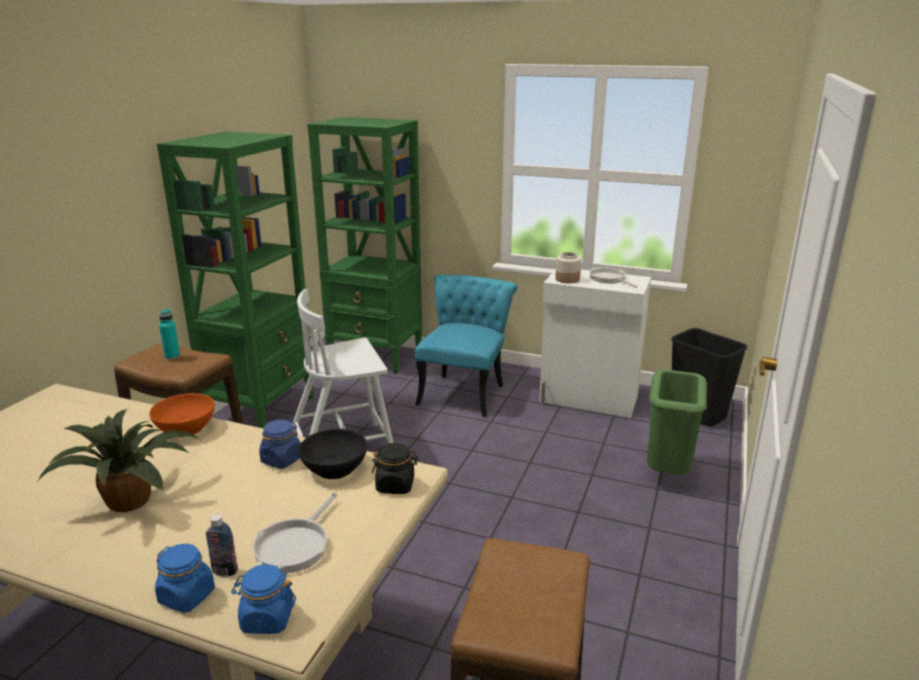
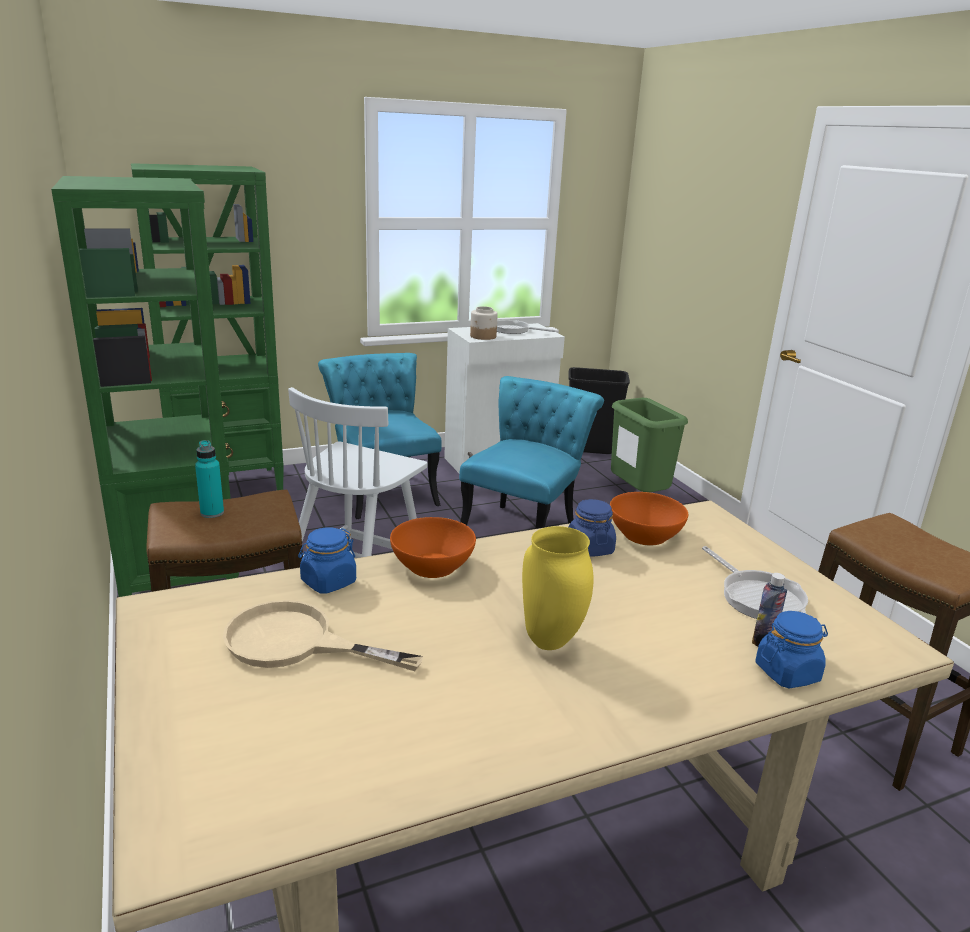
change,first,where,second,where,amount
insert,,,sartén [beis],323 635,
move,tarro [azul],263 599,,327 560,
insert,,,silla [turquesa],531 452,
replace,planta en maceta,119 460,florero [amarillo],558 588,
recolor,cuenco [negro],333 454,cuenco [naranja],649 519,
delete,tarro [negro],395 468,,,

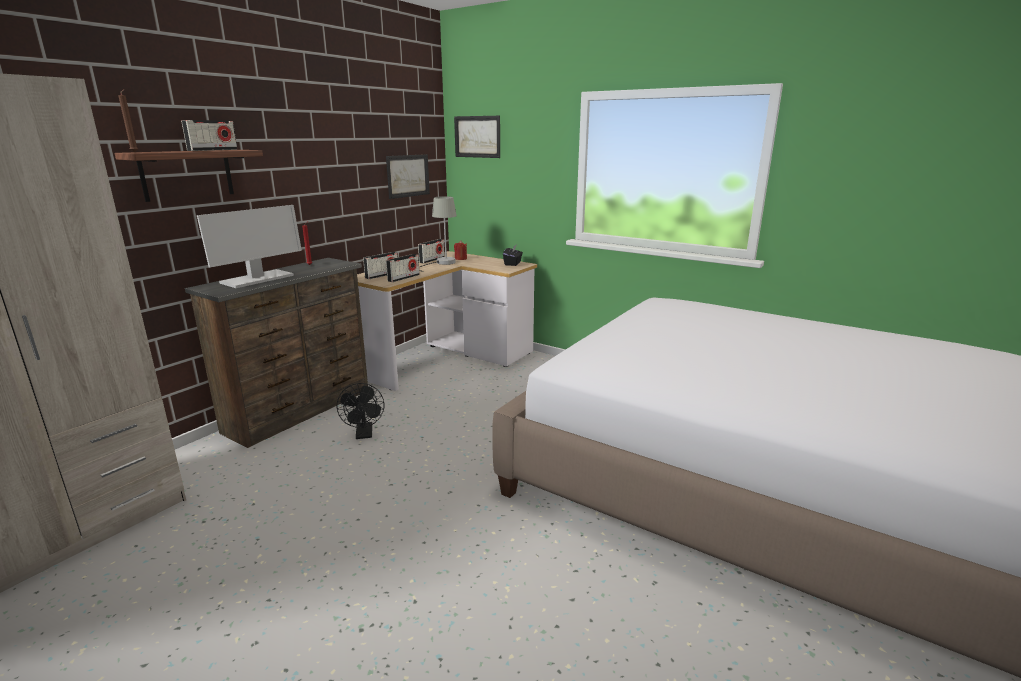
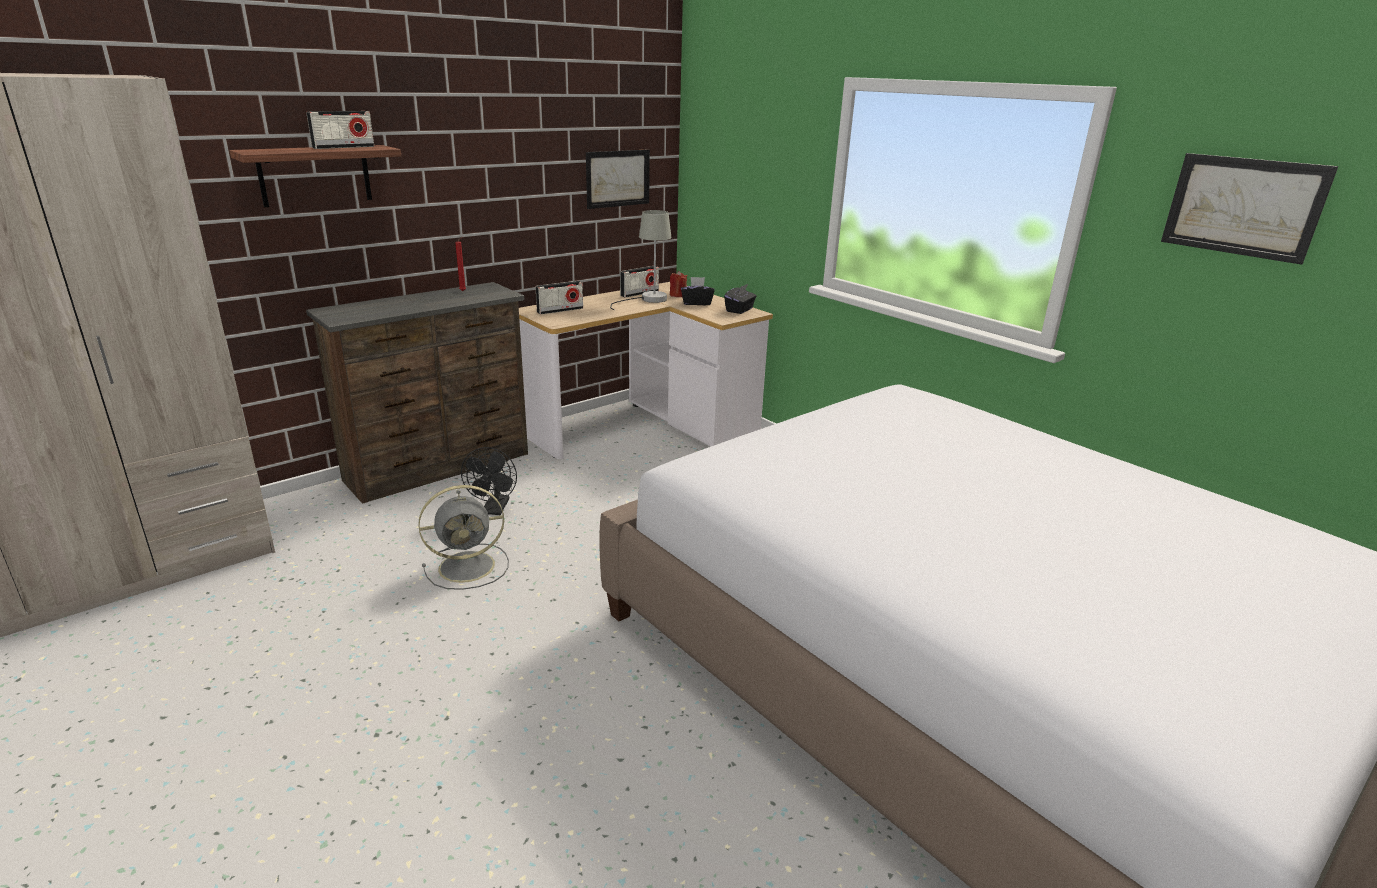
change,first,where,second,where,amount
insert,,,ventilador [gris],463 537,
insert,,,caja de pañuelos [negro],698 291,
move,cuadro,477 137,,1249 209,
delete,vela [marrón],128 120,,,
delete,monitor,249 246,,,
delete,radio,403 268,,,

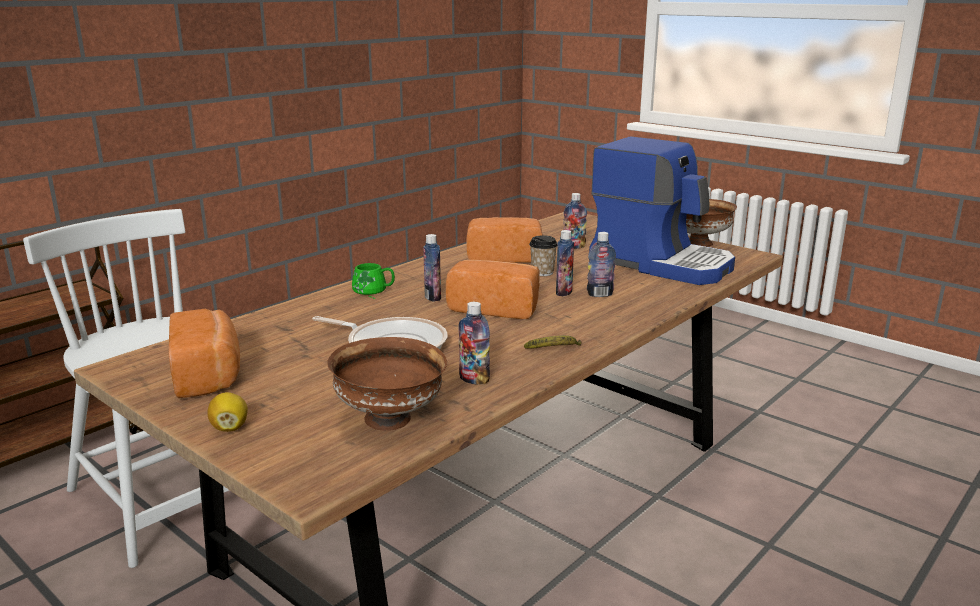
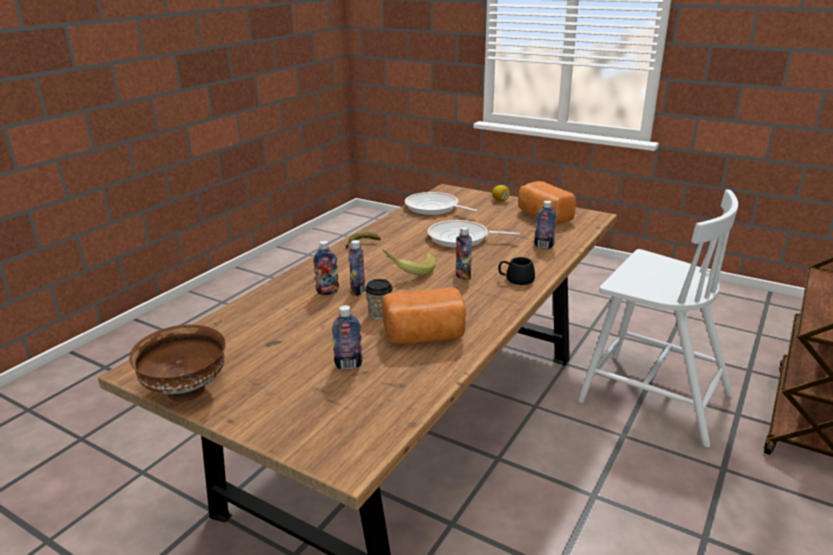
change,first,where,second,where,amount
replace,pan,493 289,plátano,409 262,
replace,cuenco [marrón],387 384,sartén,441 203,
recolor,taza grande [verde],373 280,taza grande [negro],516 271,
move,botella,474 343,,545 224,
delete,cafetera,662 211,,,

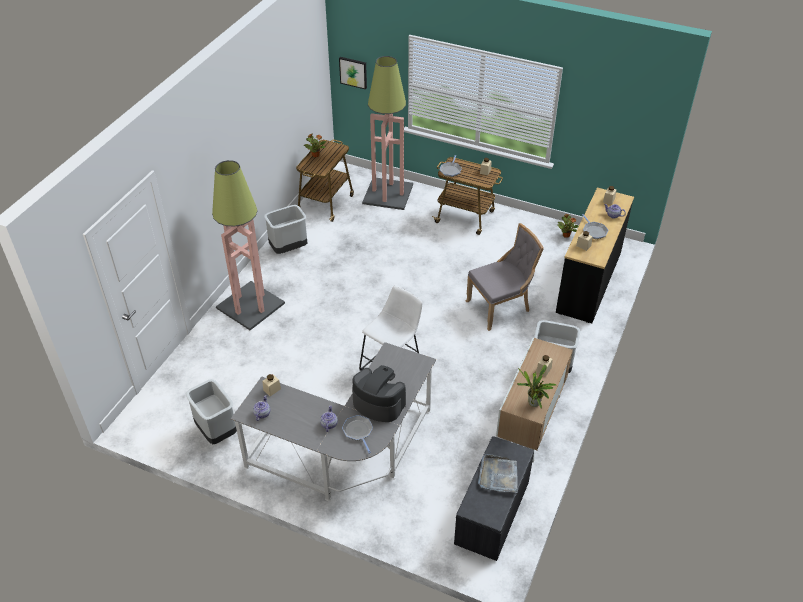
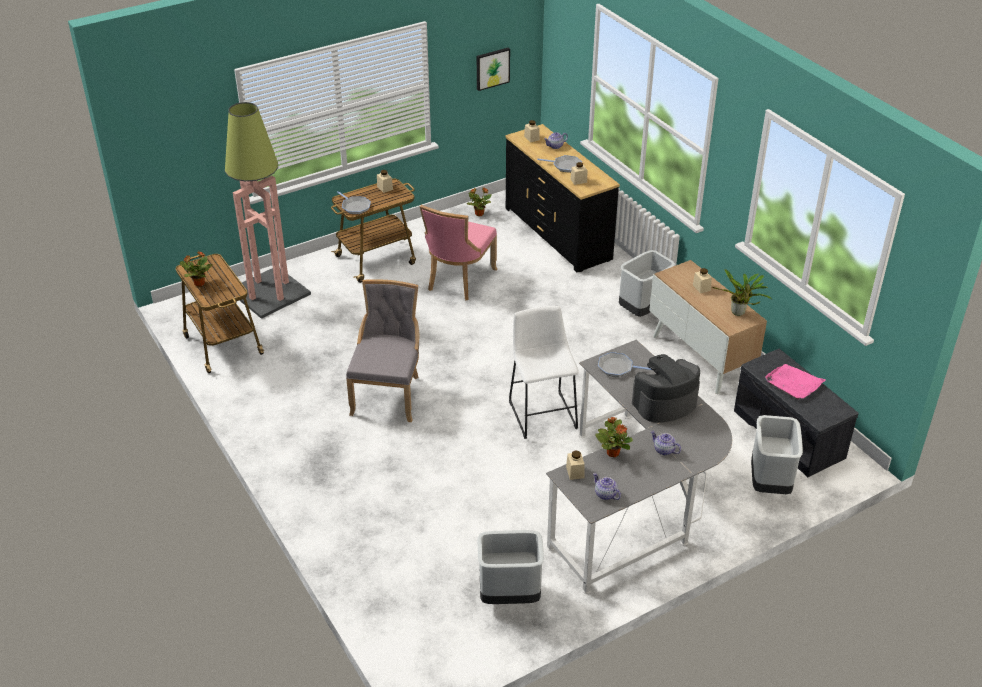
change,first,where,second,where,amount
move,silla [gris],505 277,,383 351,
insert,,,silla [rosa],458 252,
move,cuadro,353 73,,493 69,
insert,,,planta en maceta,614 437,
move,sartén,357 434,,625 364,
move,papelera [gris],285 229,,777 454,
recolor,bandeja [gris],497 473,bandeja [rosa],795 381,
delete,lámpara de pie,248 245,,,

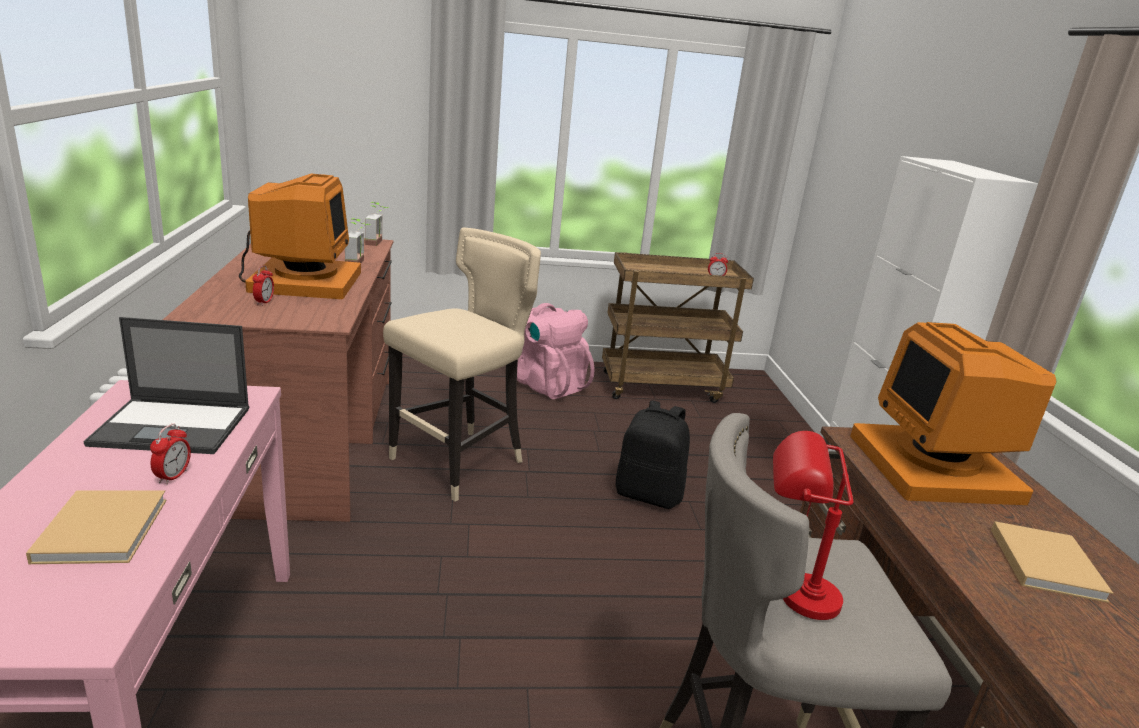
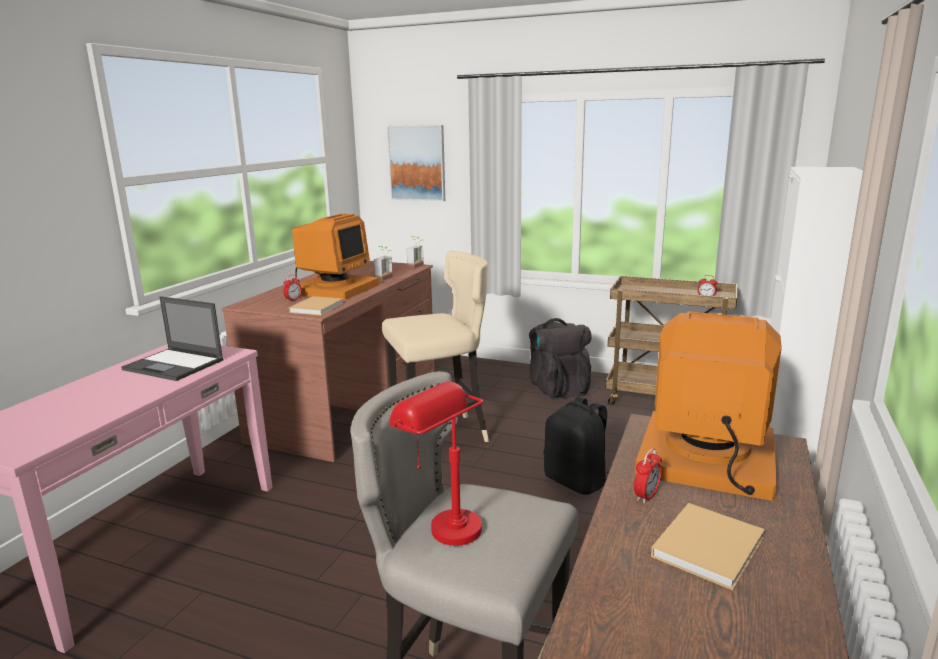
change,first,where,second,where,amount
move,libro [beis],96 527,,316 306,
insert,,,cuadro,416 163,
recolor,mochila [rosa],556 351,mochila [negro],560 359,
move,despertador,170 454,,648 476,
rotate,monitor,953 413,,708 406,90 degrees clockwise

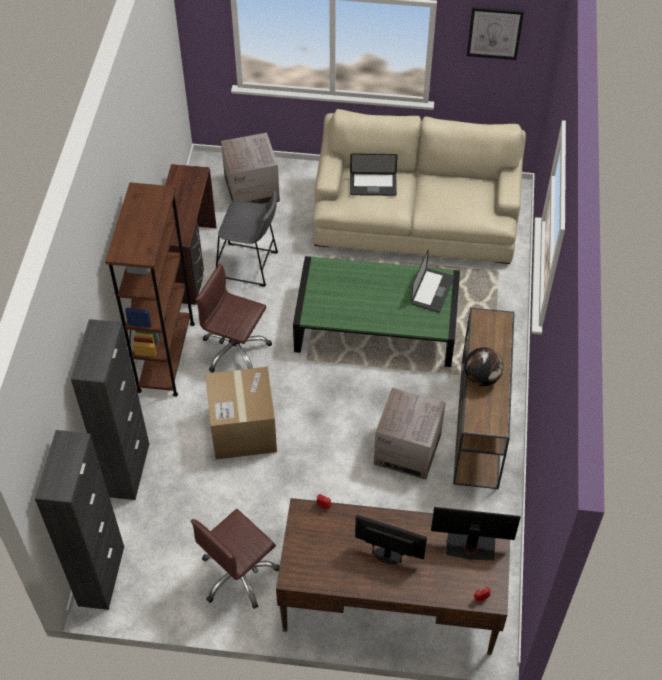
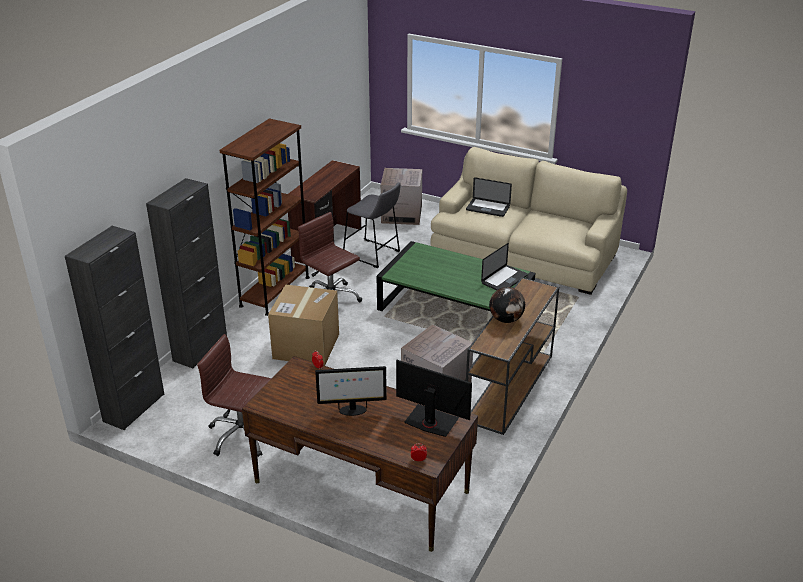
change,first,where,second,where,amount
rotate,silla de oficina [marrón],235 559,,234 395,45 degrees clockwise
rotate,monitor,391 539,,351 391,135 degrees clockwise
delete,cuadro,495 33,,,

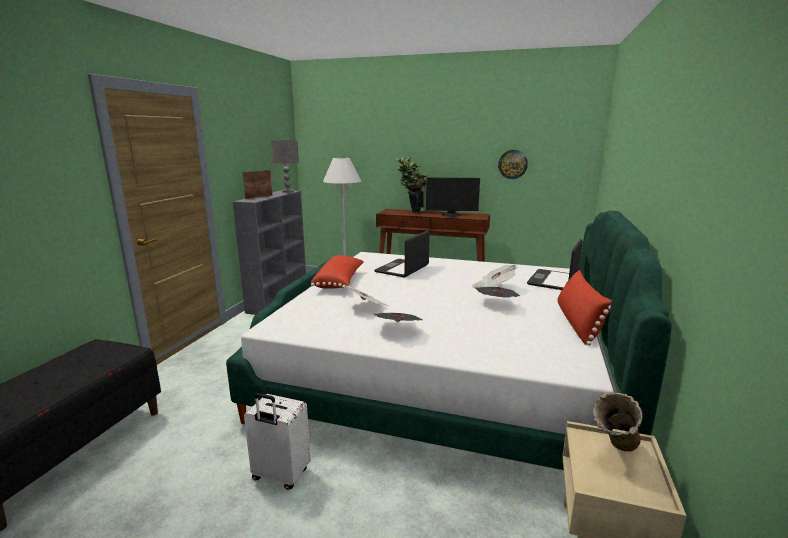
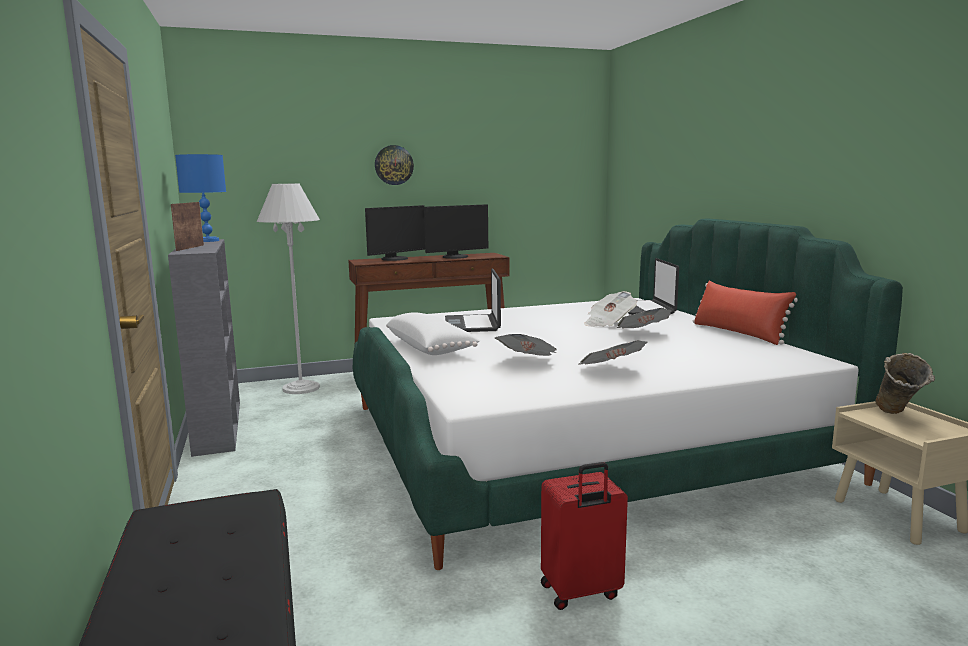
change,first,where,second,where,amount
recolor,lámpara de mesa [gris],285 167,lámpara de mesa [azul],200 198,
replace,planta en maceta,411 185,monitor,395 233,
move,reloj de pared,513 164,,394 165,
recolor,cojín [rojo],337 272,cojín [blanco],433 333,
recolor,maleta [blanco],277 441,maleta [rojo],584 536,

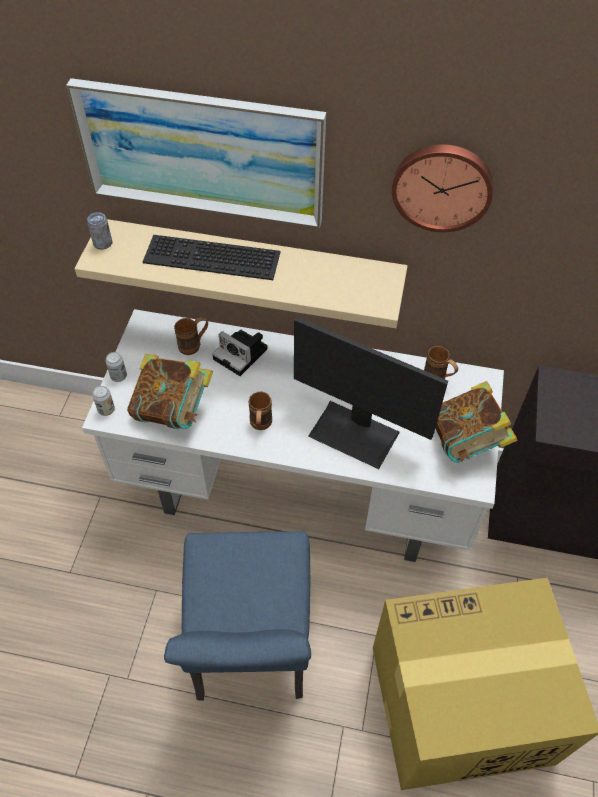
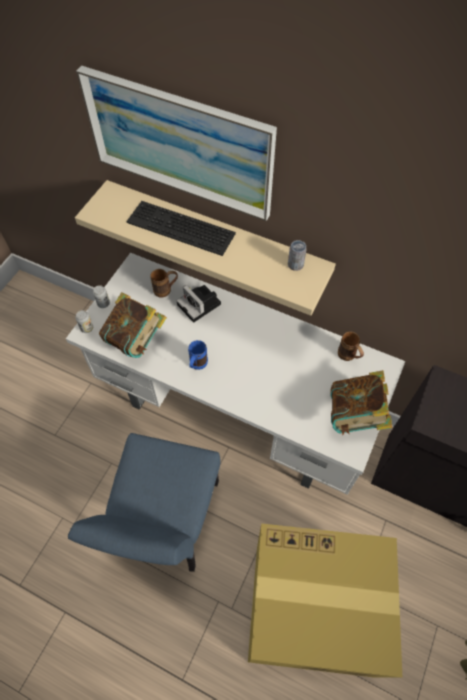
change,first,where,second,where,amount
recolor,taza grande [marrón],260 410,taza grande [azul],198 355,
move,lata,99 231,,297 255,
delete,monitor,371 393,,,
delete,reloj de pared,442 188,,,

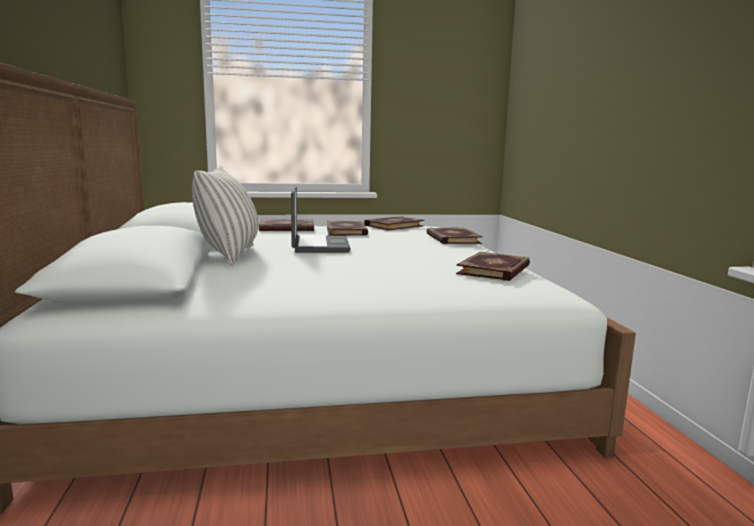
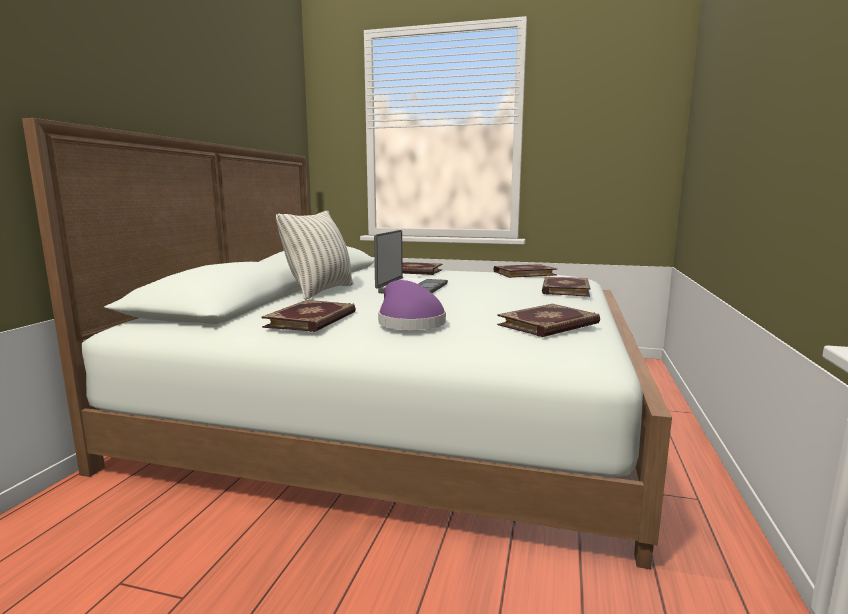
change,first,where,second,where,amount
move,libro,347 228,,308 316,
insert,,,sombrero [morado],412 305,

